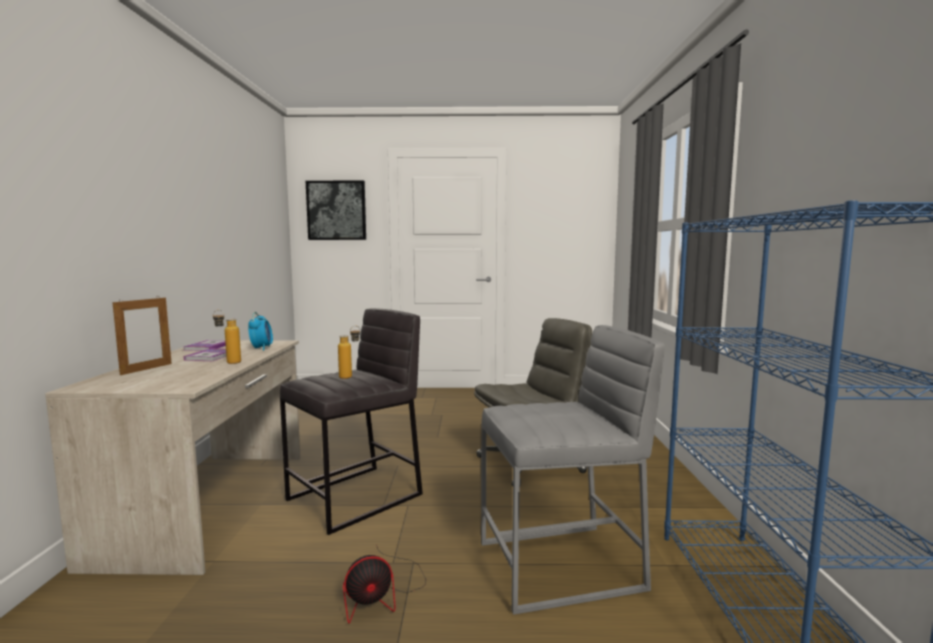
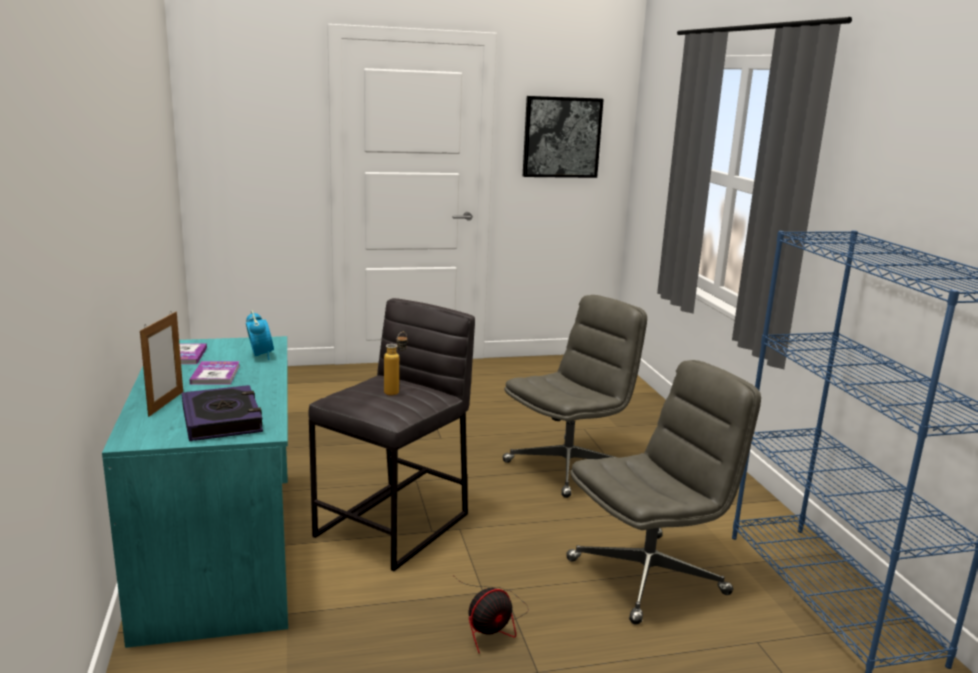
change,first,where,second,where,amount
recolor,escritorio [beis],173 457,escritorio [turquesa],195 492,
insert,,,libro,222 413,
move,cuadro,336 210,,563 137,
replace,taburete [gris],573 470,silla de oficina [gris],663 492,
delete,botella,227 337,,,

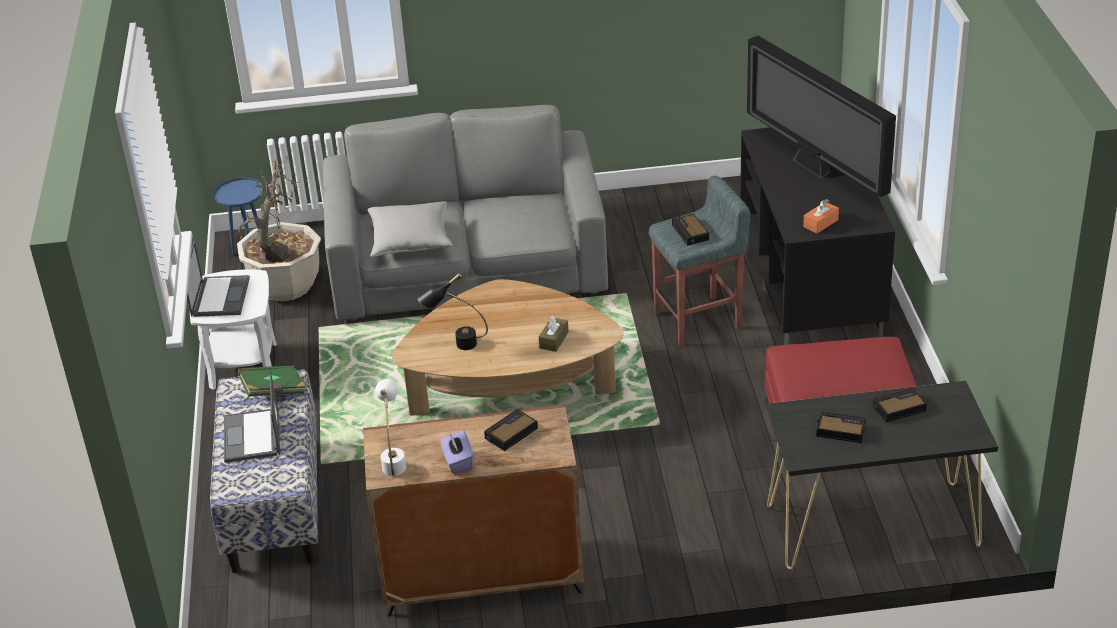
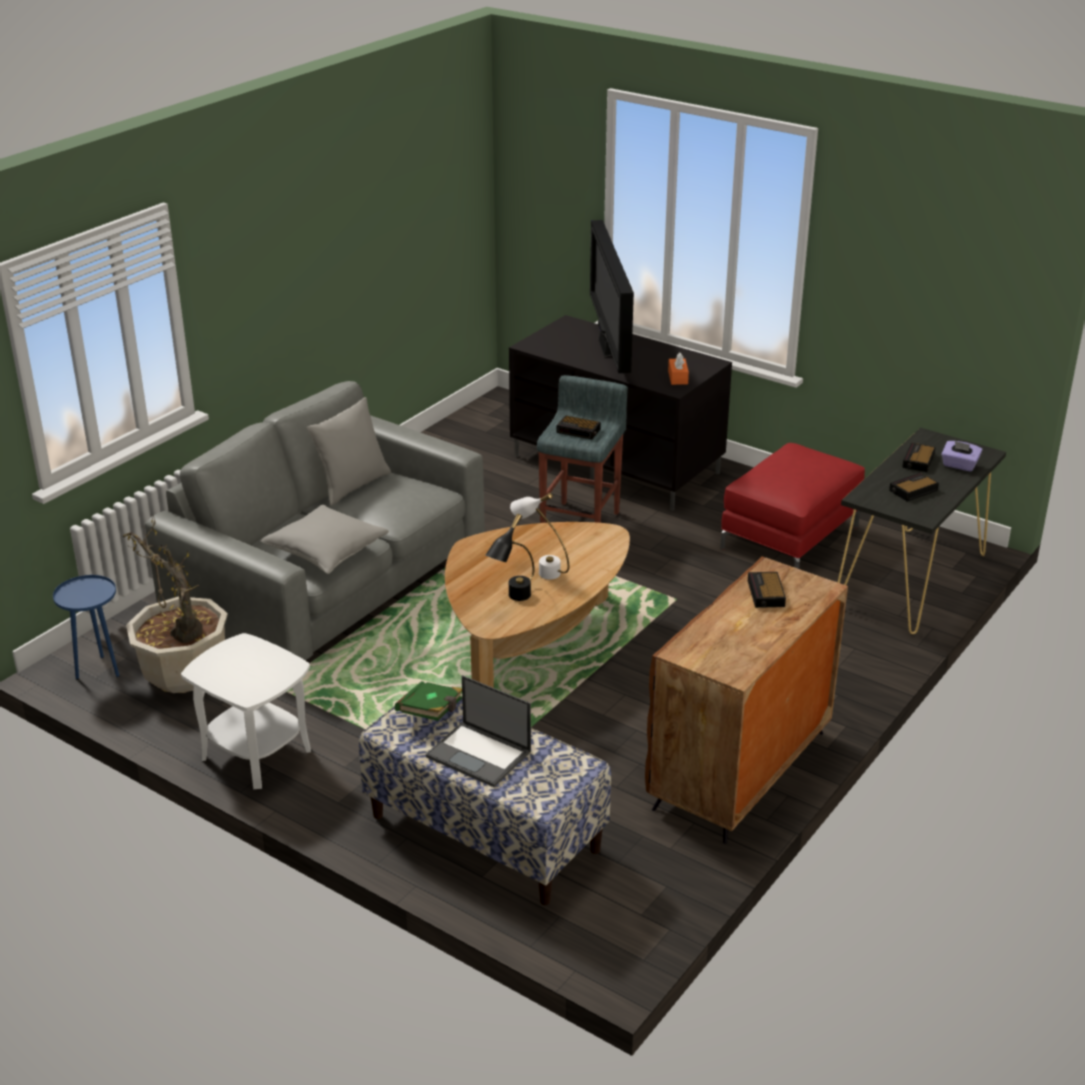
change,first,where,second,where,amount
insert,,,cojín [gris],349 451,
move,lámpara de mesa [blanco],390 427,,539 536,
rotate,televisor,821 116,,612 296,75 degrees clockwise
move,caja de pañuelos [morado],457 452,,961 456,
delete,portátil,218 279,,,
delete,caja de pañuelos [marrón],554 333,,,

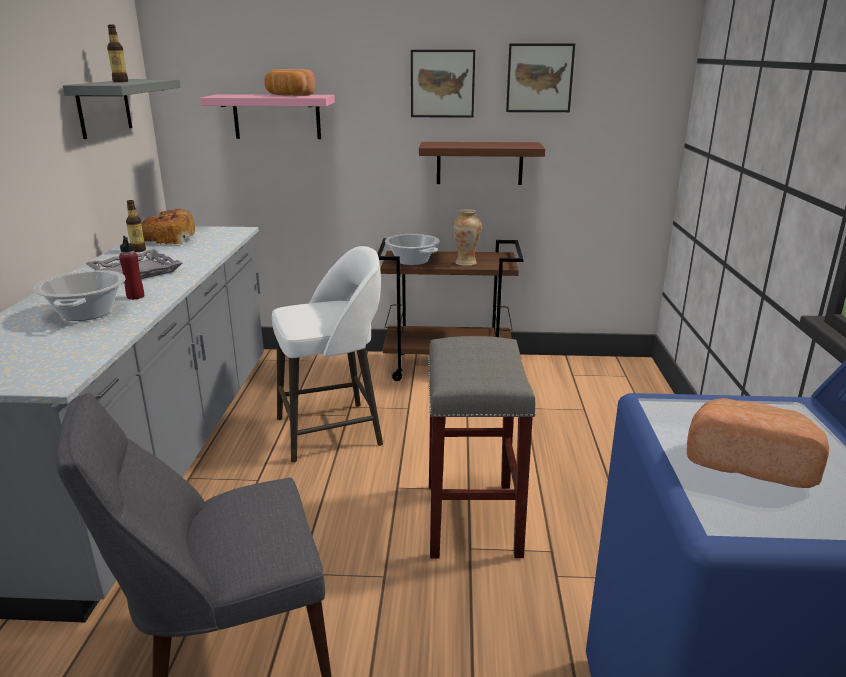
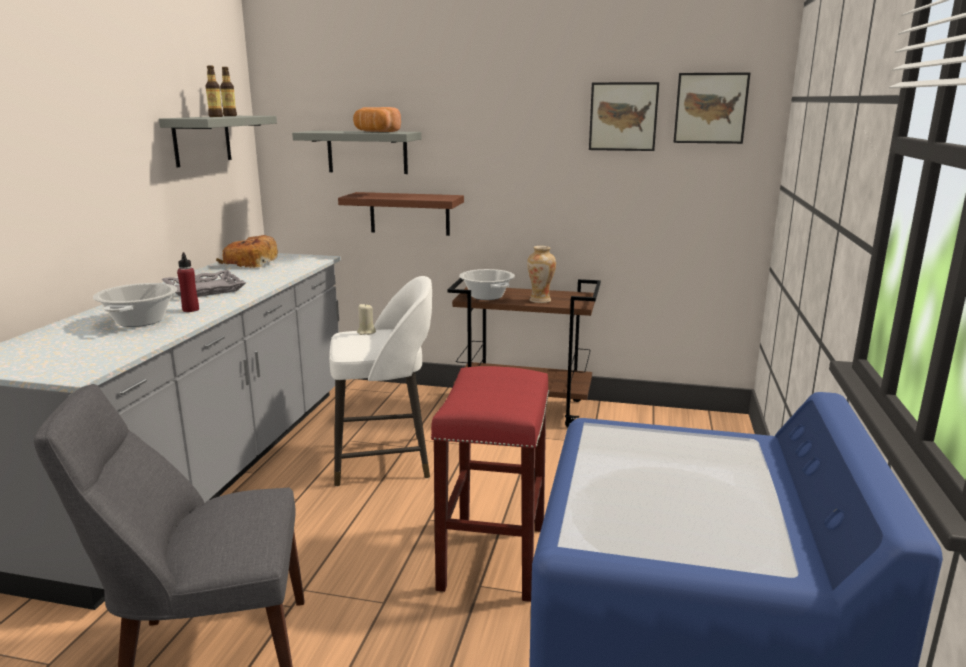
change,first,where,second,where,amount
move,botella,136 226,,228 91,
recolor,estante [rosa],267 116,estante [gris],356 152,
move,estante [marrón],482 163,,401 214,
insert,,,vela [beis],366 319,
recolor,taburete [gris],482 447,taburete [rojo],490 484,
move,cuadro,443 84,,711 108,
delete,pan,758 443,,,

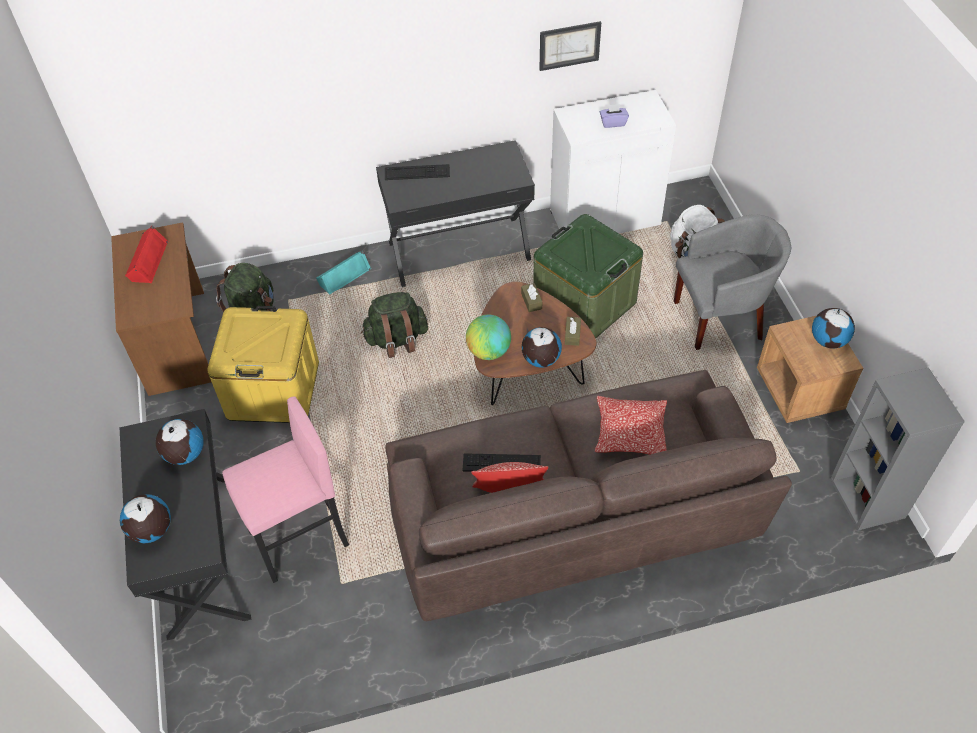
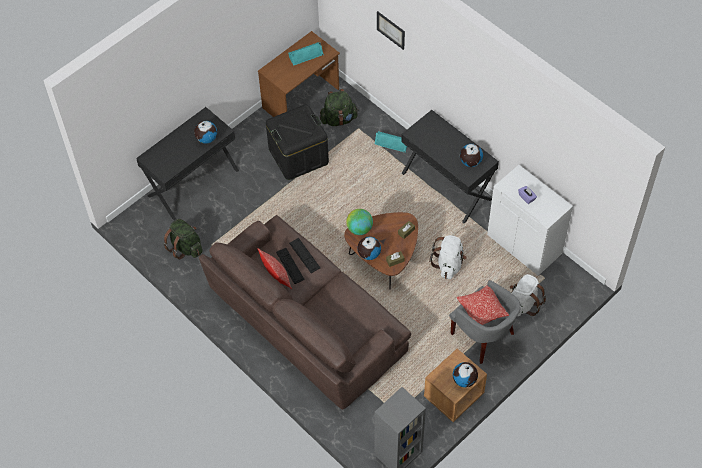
change,first,where,second,where,amount
move,mochila [verde],394 325,,182 239,
recolor,caja de almacenaje [amarillo],263 364,caja de almacenaje [negro],297 142,
recolor,altavoz [rojo],146 254,altavoz [turquesa],306 54,
move,teclado,417 172,,304 255,
move,cuadro,570 46,,391 30,
replace,caja de almacenaje [verde],588 276,mochila [blanco],448 257,
move,cojín,631 425,,483 305,
move,globo terráqueo,145 518,,471 155,
delete,taburete [rosa],285 489,,,

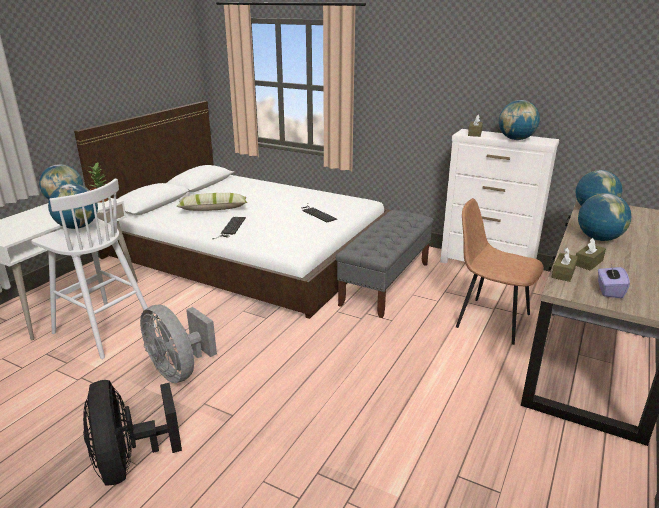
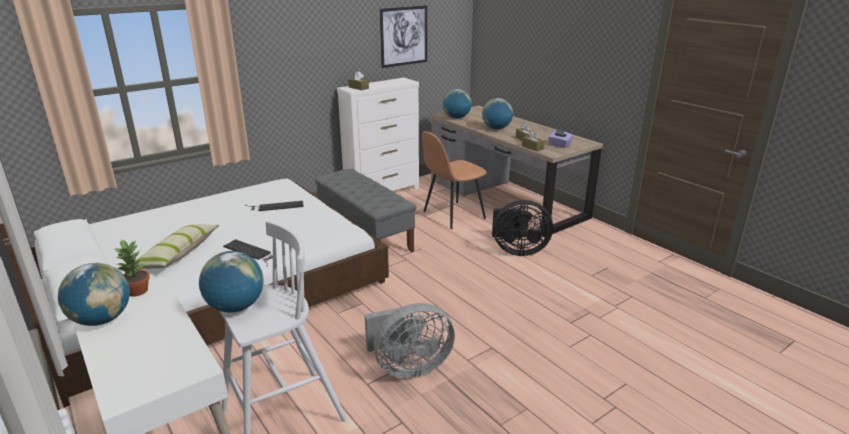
change,first,where,second,where,amount
insert,,,cuadro,403 36,
move,ventilador [negro],132 432,,522 228,
delete,globo terráqueo,519 120,,,

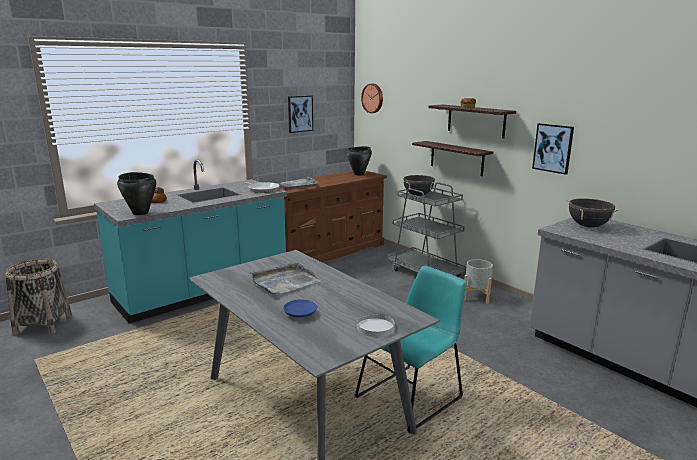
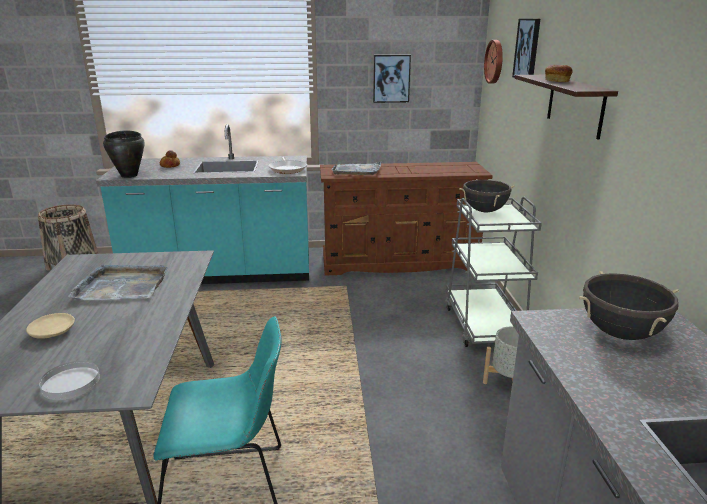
change,first,where,second,where,amount
recolor,plato [azul],300 309,plato [beis],50 326,
move,cuadro,553 149,,526 48,
delete,olla [negro],359 160,,,
delete,estante,452 158,,,

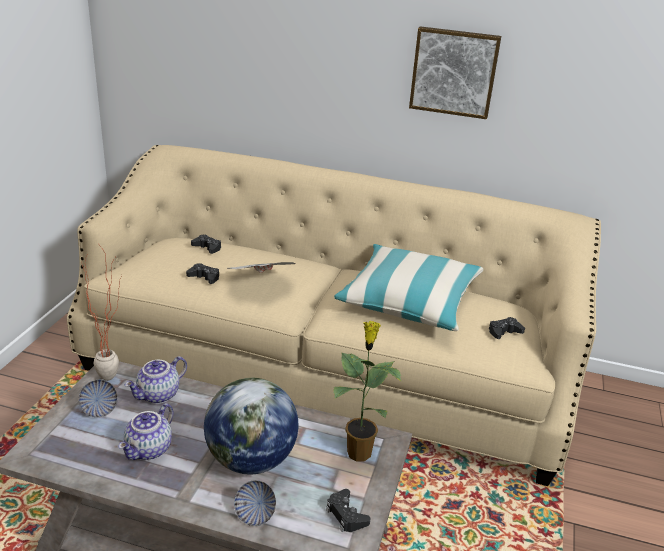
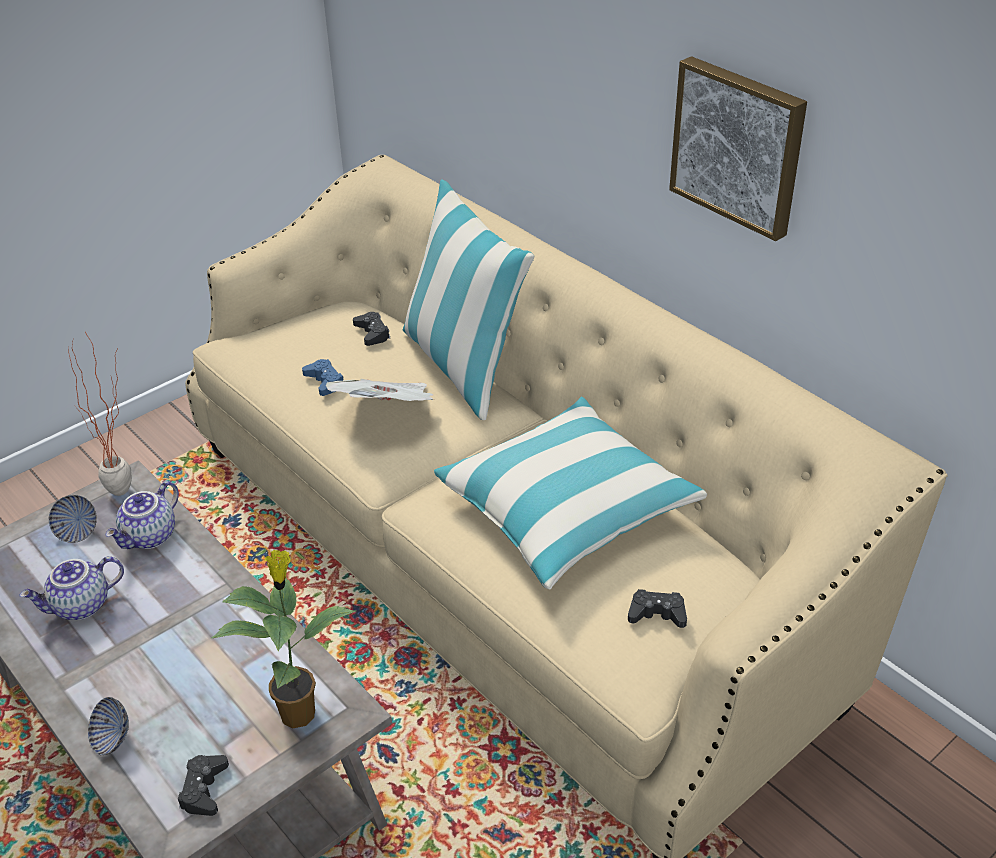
change,first,where,second,where,amount
rotate,tetera,156 380,,142 515,45 degrees counterclockwise
recolor,mando de consola [negro],202 273,mando de consola [azul],323 377,
insert,,,cojín,468 299,
delete,globo terráqueo,251 426,,,

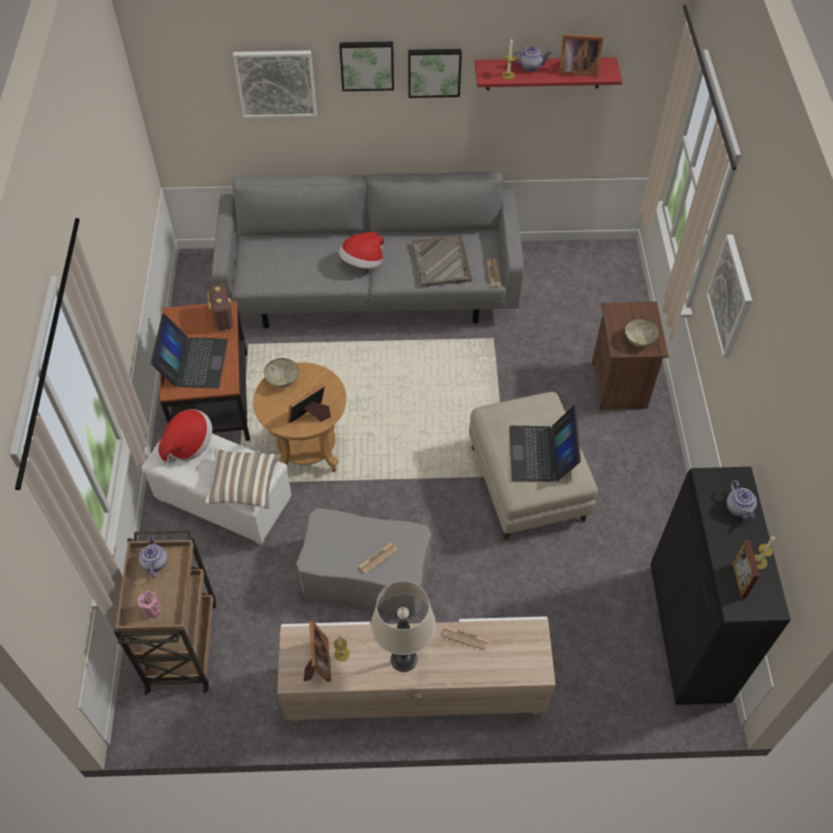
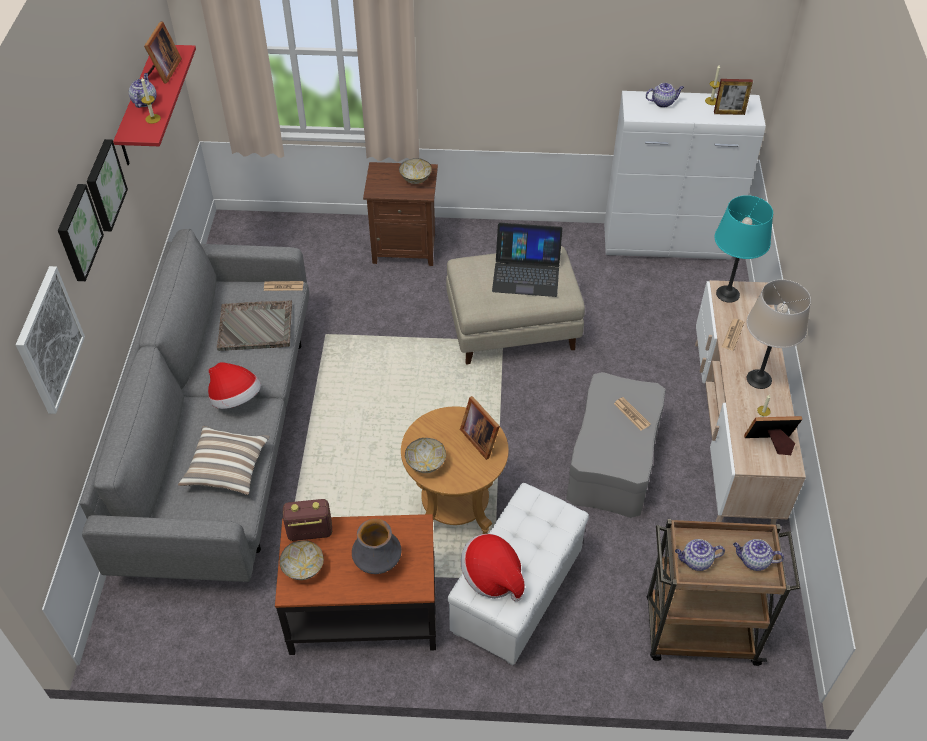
change,first,where,second,where,amount
move,cojín,242 479,,224 460,
insert,,,cuenco,301 560,
replace,portátil,189 351,florero,376 546,
recolor,armario [negro],720 586,armario [blanco],685 175,
insert,,,lámpara de mesa [turquesa],744 249,
replace,vela [rosa],149 604,tetera,758 555,
delete,cuadro,729 296,,,

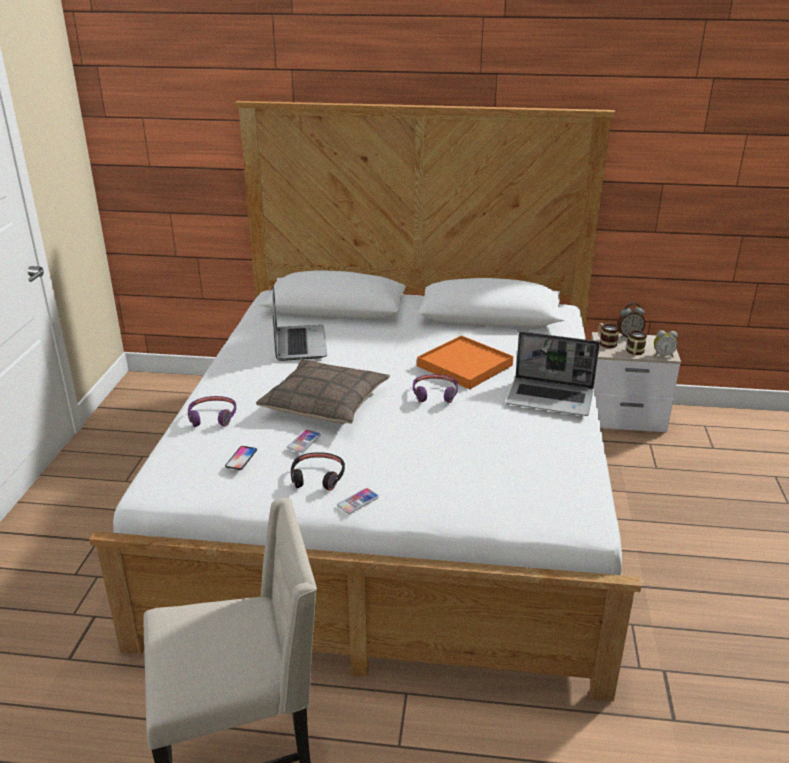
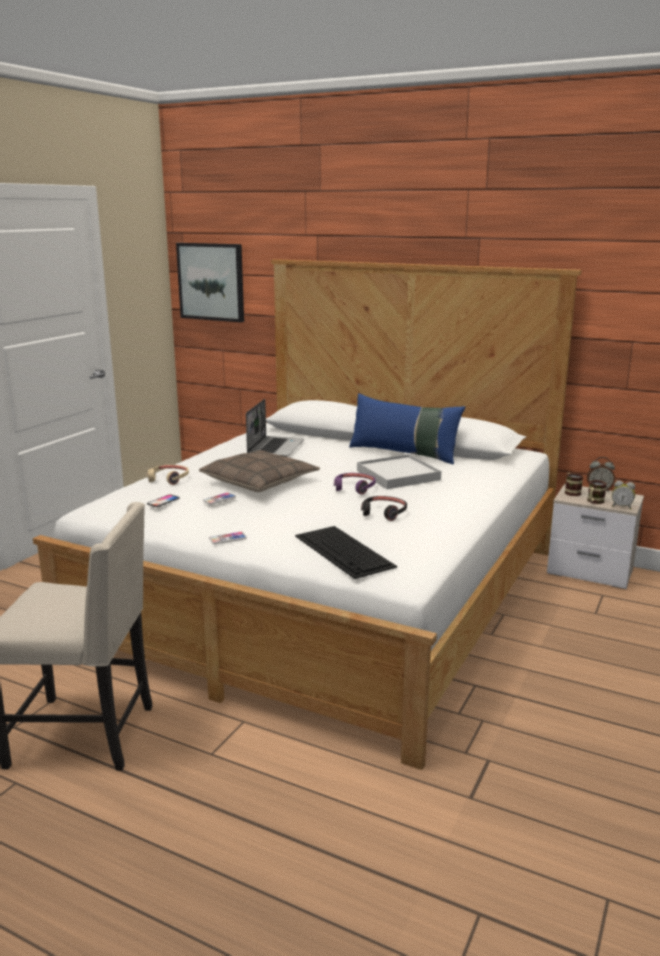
change,first,where,second,where,amount
recolor,auriculares [morado],212 411,auriculares [beis],167 475,
insert,,,cuadro,210 282,
insert,,,teclado,346 552,
insert,,,cojín [azul],407 429,
recolor,bandeja [naranja],465 362,bandeja [blanco],399 471,
move,auriculares [negro],318 471,,384 508,
delete,portátil,553 373,,,

